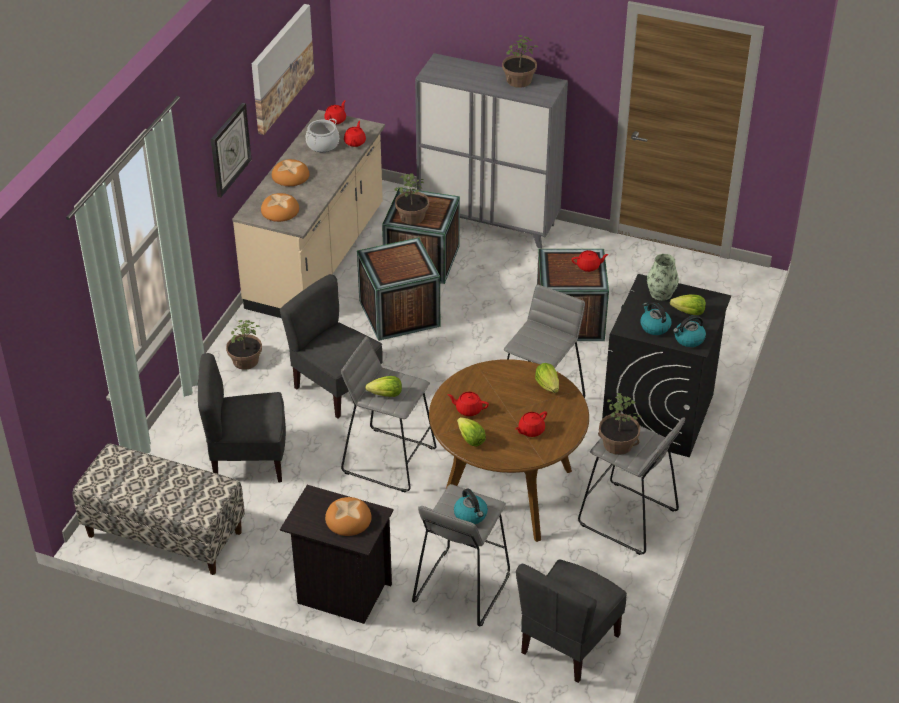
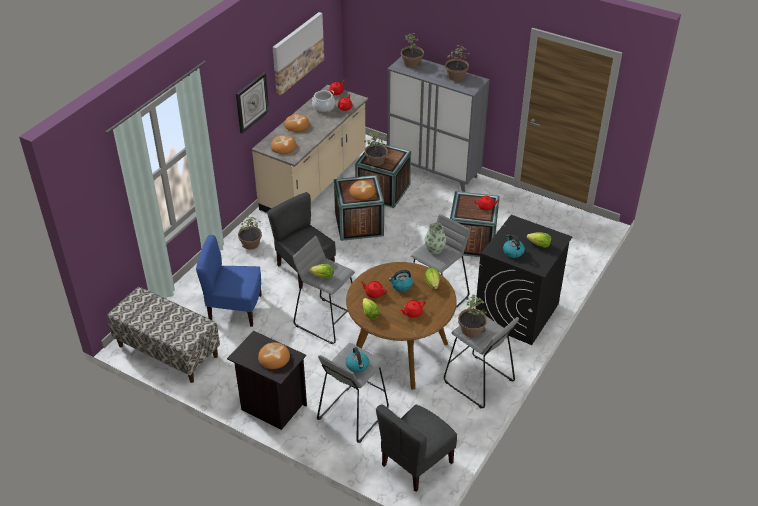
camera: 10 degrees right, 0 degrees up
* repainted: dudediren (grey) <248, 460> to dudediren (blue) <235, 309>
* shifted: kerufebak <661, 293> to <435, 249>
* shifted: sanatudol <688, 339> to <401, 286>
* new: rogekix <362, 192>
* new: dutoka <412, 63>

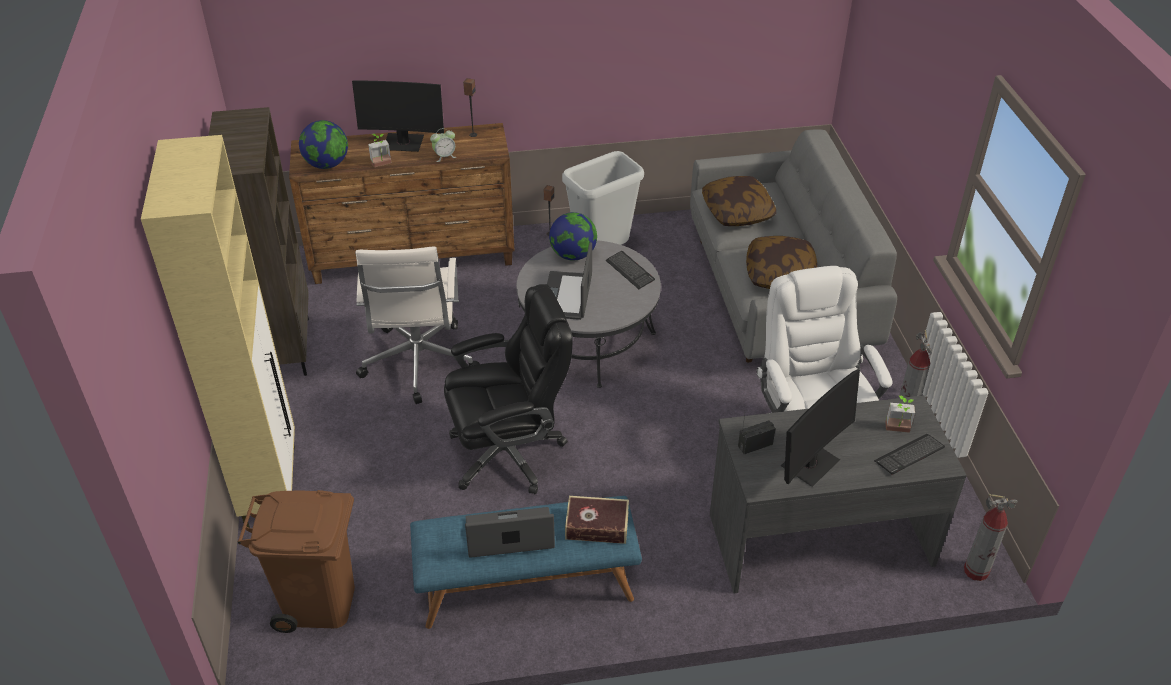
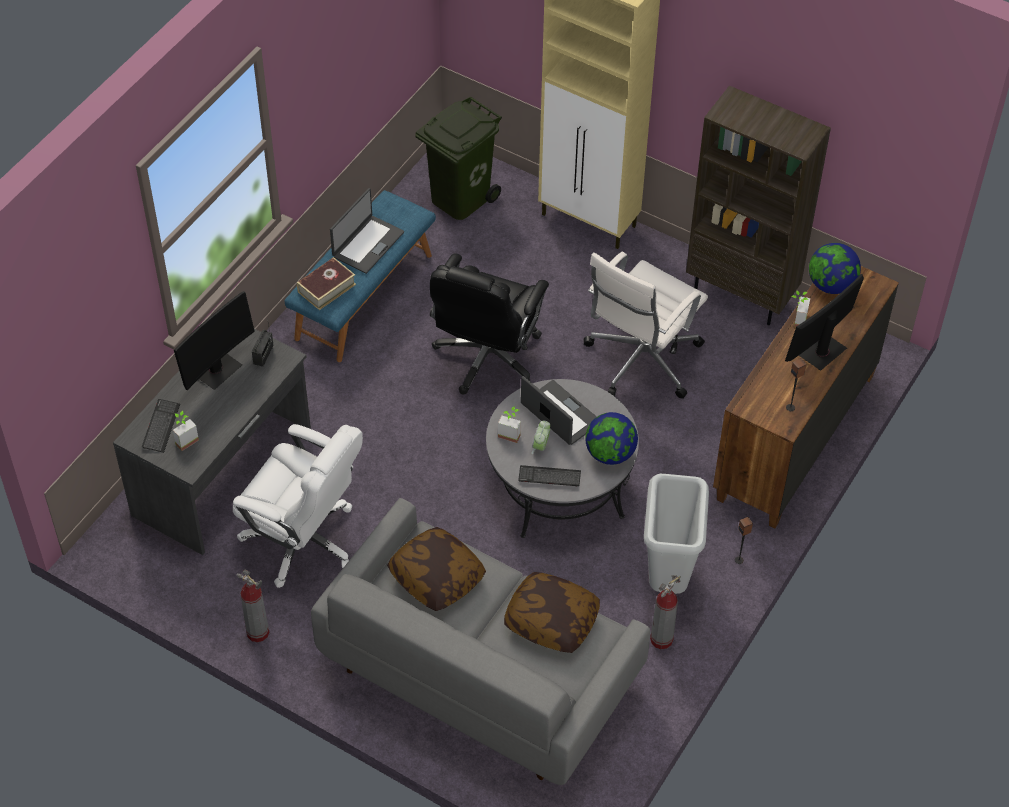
camera: 130 degrees right, 10 degrees up
* repainted: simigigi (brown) <319, 604> to simigigi (green) <459, 198>
* rotated: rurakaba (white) <418, 364> = <640, 361> 90 degrees counterclockwise
* shifted: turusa <444, 156> to <540, 446>
* rotated: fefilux <810, 464> = <217, 370> 135 degrees counterclockwise
* shifted: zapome <976, 571> to <661, 639>
* new: dutoka <510, 433>

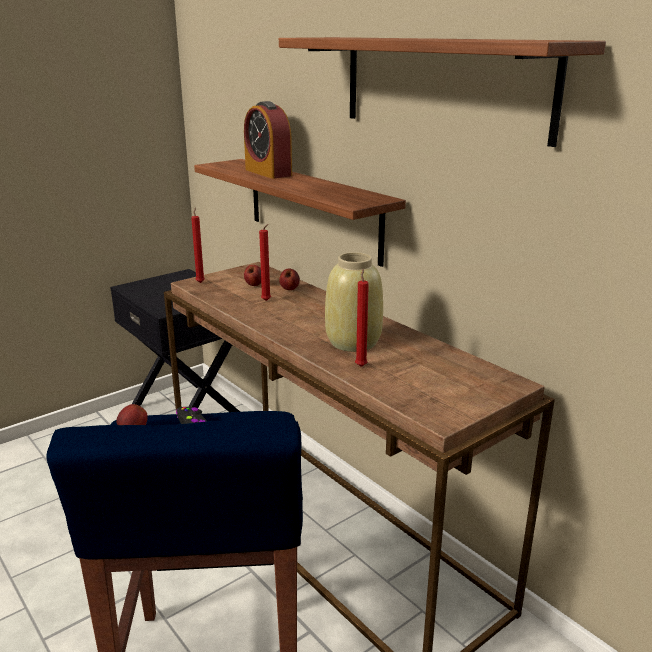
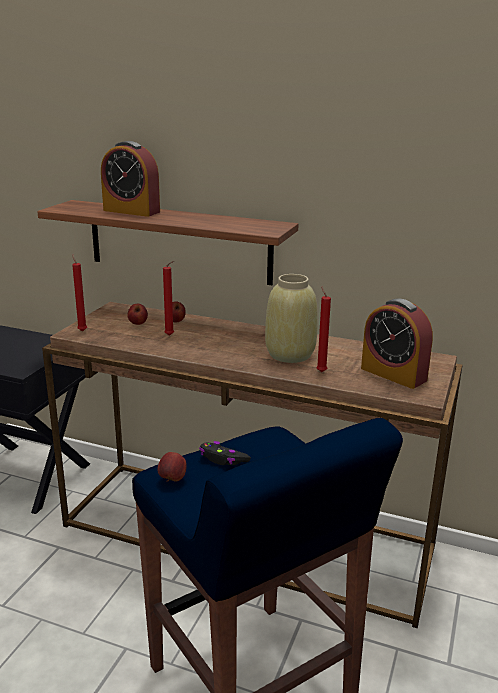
camera: 30 degrees left, 0 degrees up
* gone: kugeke <442, 85>
* new: turusa <393, 374>

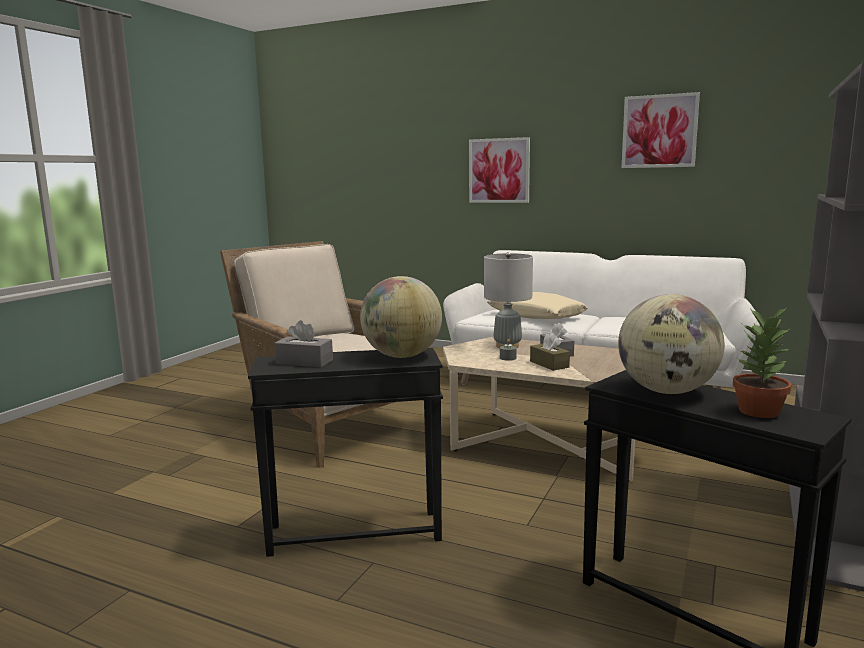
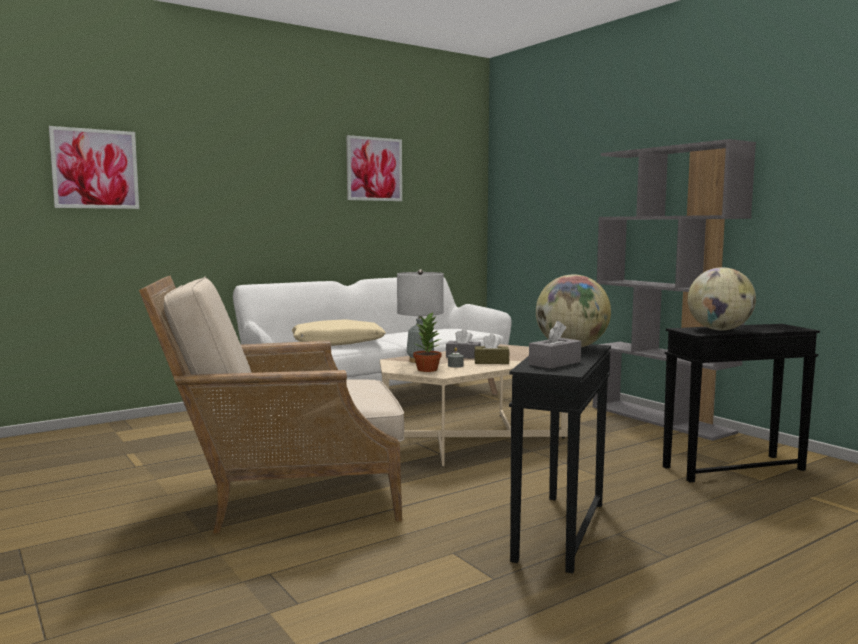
camera: 60 degrees left, 5 degrees down
* shifted: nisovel <499, 170> to <95, 169>
* shifted: dutoka <759, 411> to <428, 370>

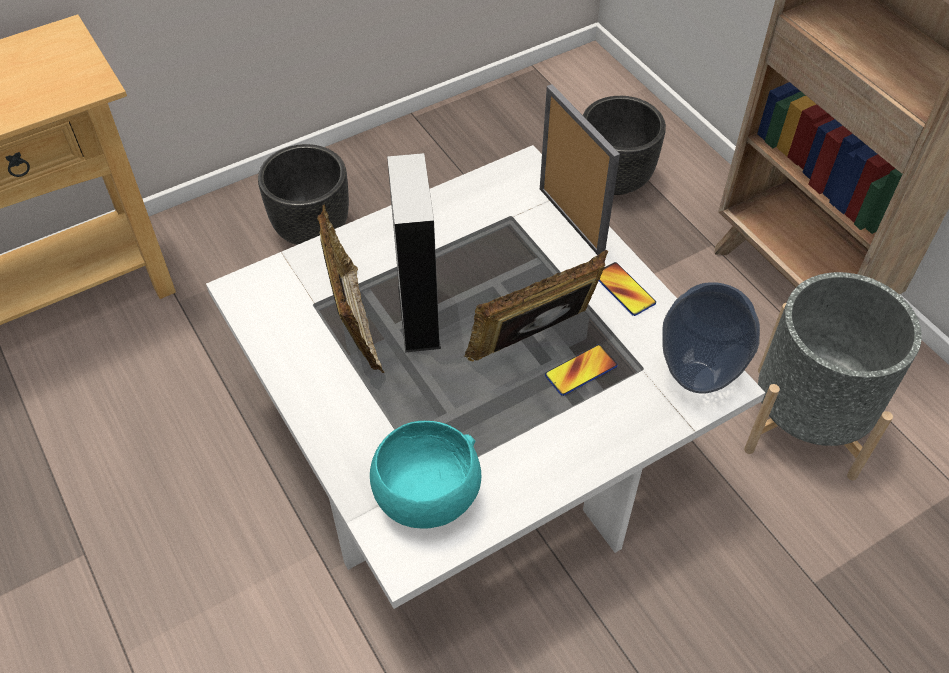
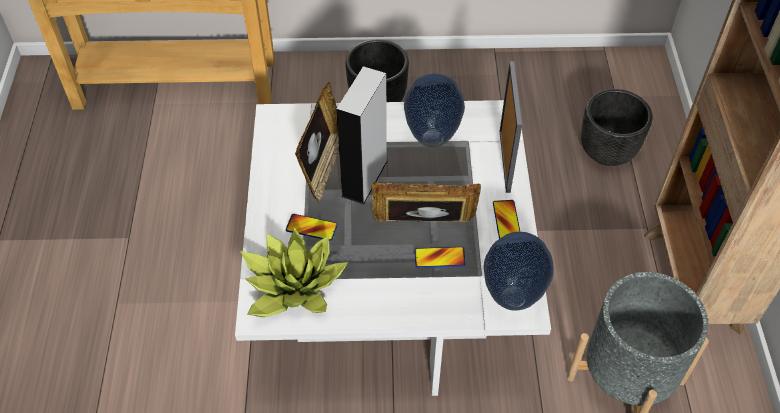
camera: 30 degrees right, 0 degrees up
* swapped: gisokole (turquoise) <425, 498> to dutoka <292, 287>
* new: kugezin <311, 228>
* new: kerufebak <433, 138>

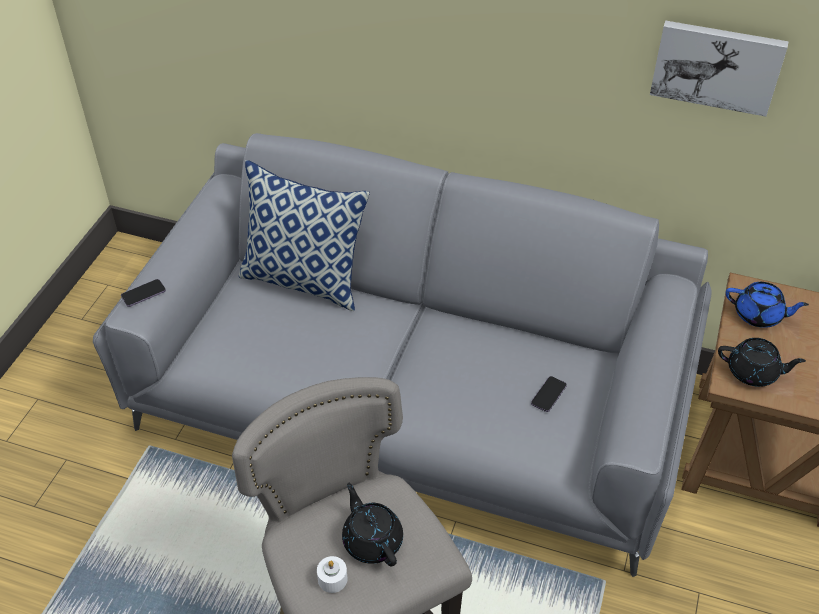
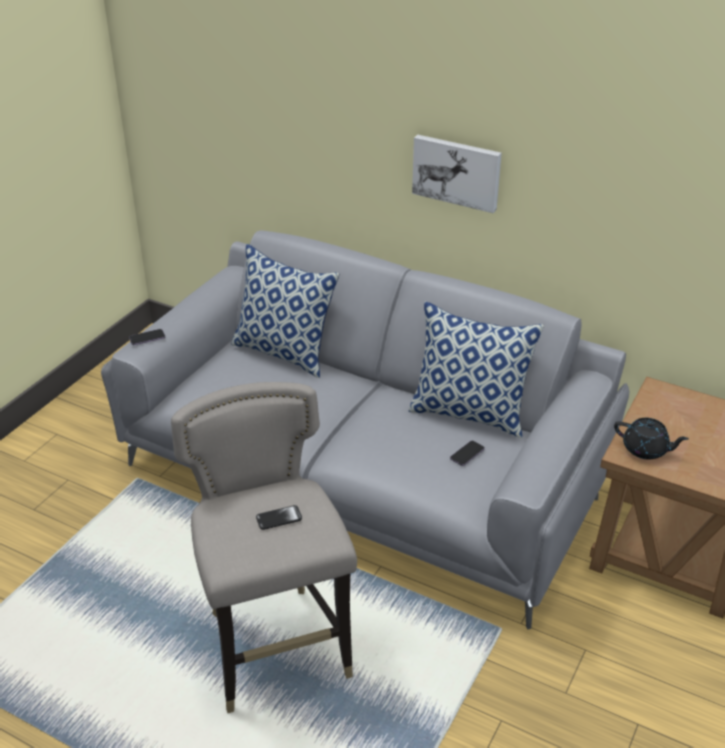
camera: 10 degrees right, 10 degrees down
* gone: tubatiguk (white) <332, 579>
* swapped: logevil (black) <372, 540> to kugezin <279, 518>
* shifted: nisovel <717, 66> to <457, 172>
* gone: logevil (blue) <759, 315>
* new: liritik <470, 413>

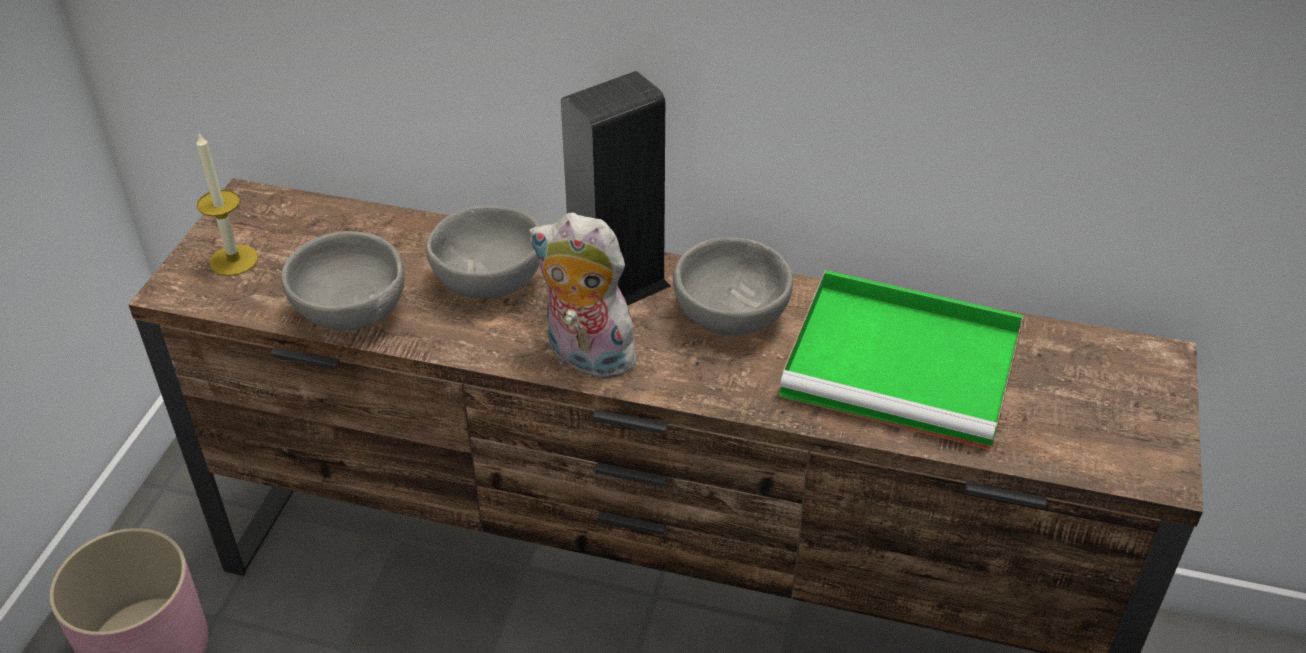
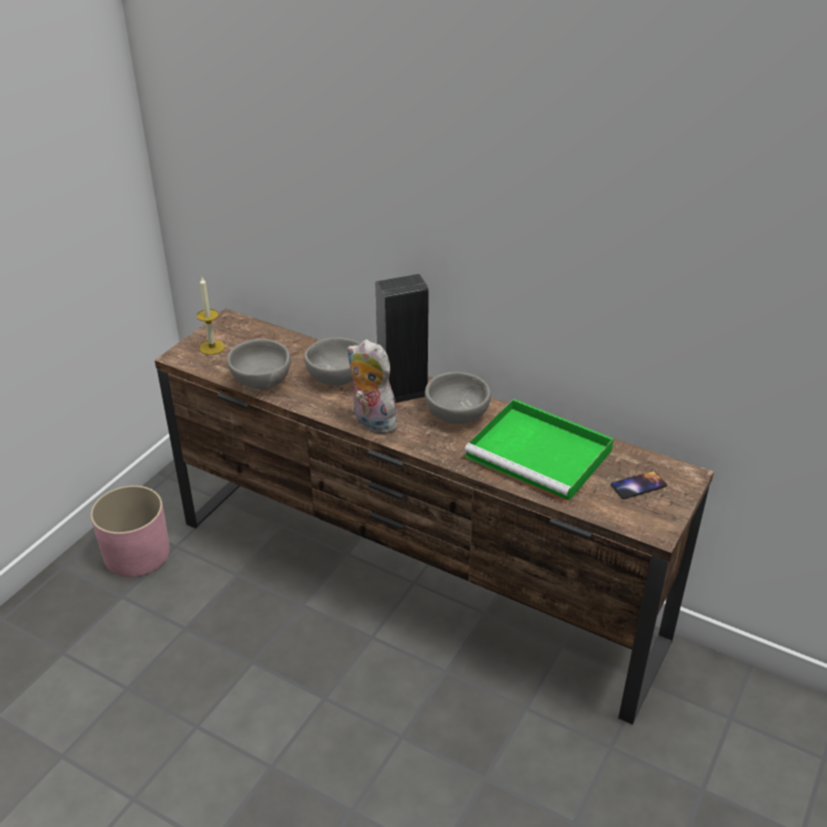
camera: 15 degrees right, 5 degrees down
* new: kugezin <638, 485>

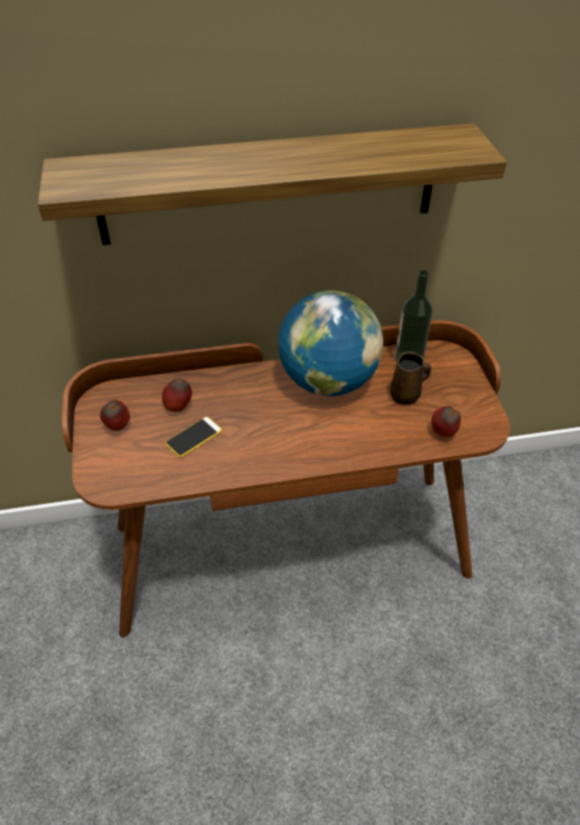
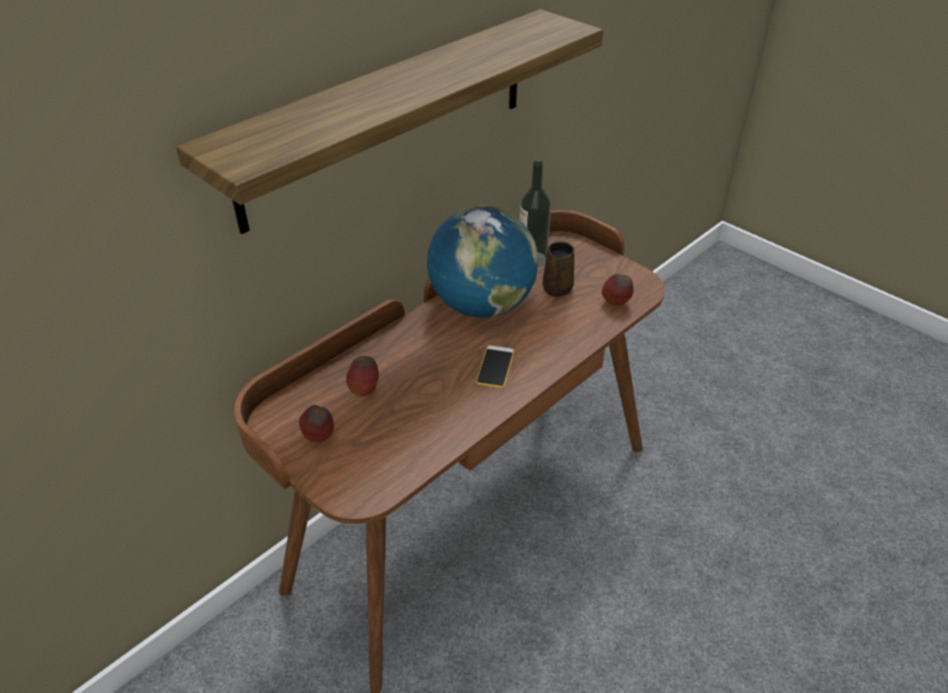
camera: 35 degrees left, 5 degrees down
* shifted: kugezin <193, 437> to <495, 367>

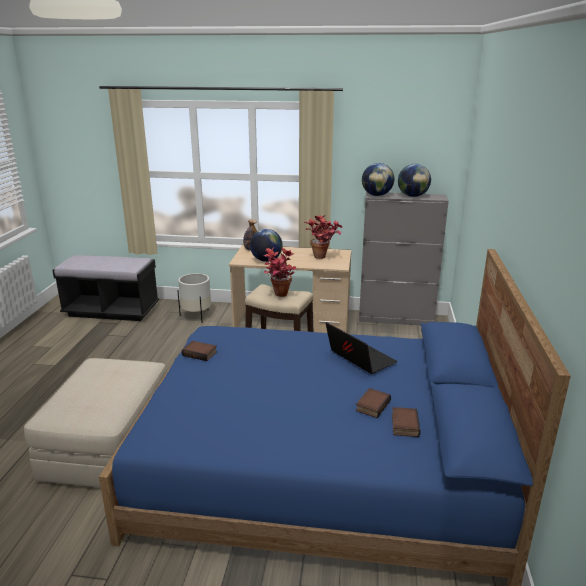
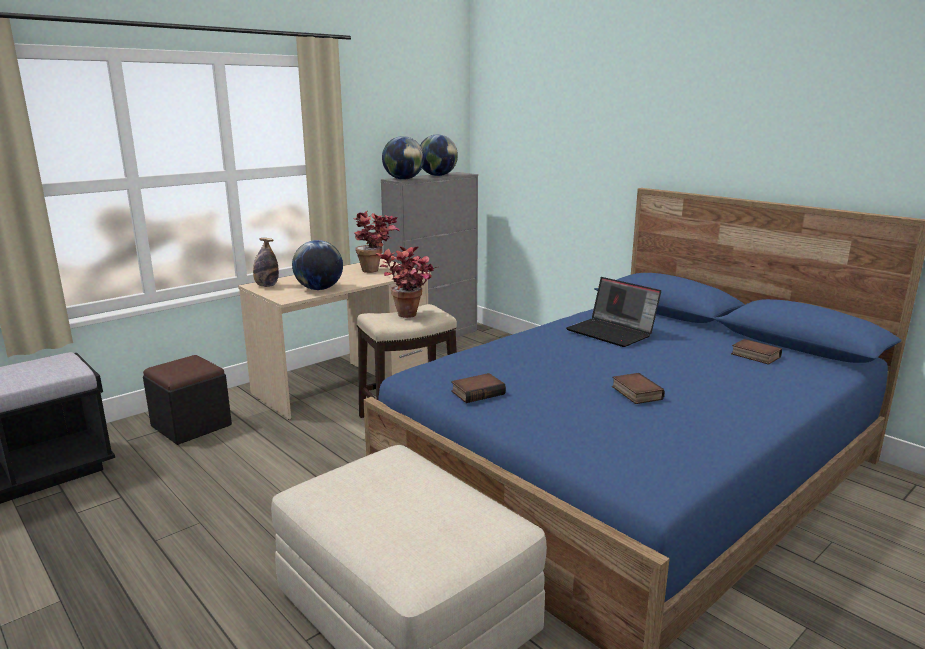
camera: 50 degrees left, 5 degrees down
* swapped: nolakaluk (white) <196, 316> to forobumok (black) <191, 425>
* rotated: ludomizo <359, 359> = <612, 332> 135 degrees counterclockwise
* shifted: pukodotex <372, 405> to <635, 393>

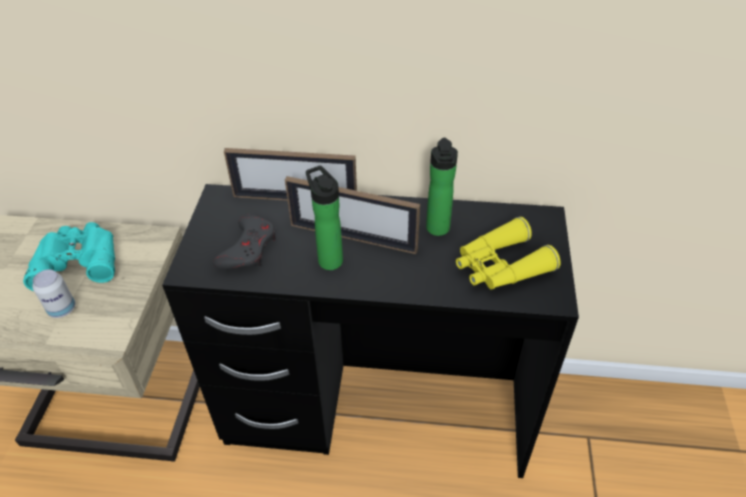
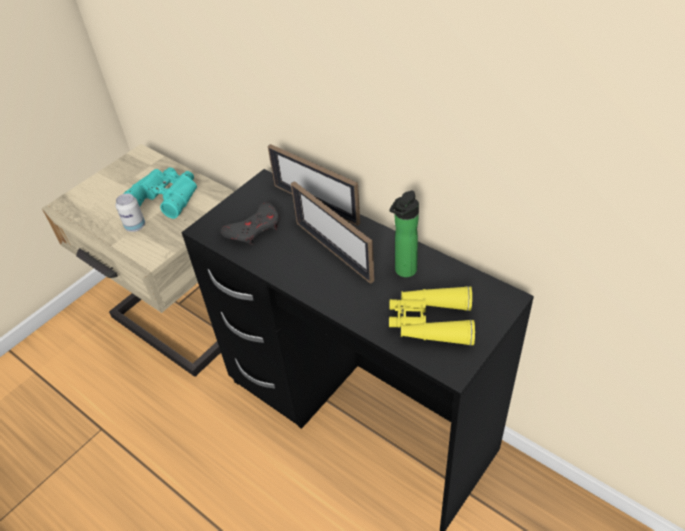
camera: 35 degrees right, 0 degrees up
* gone: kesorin <328, 258>

